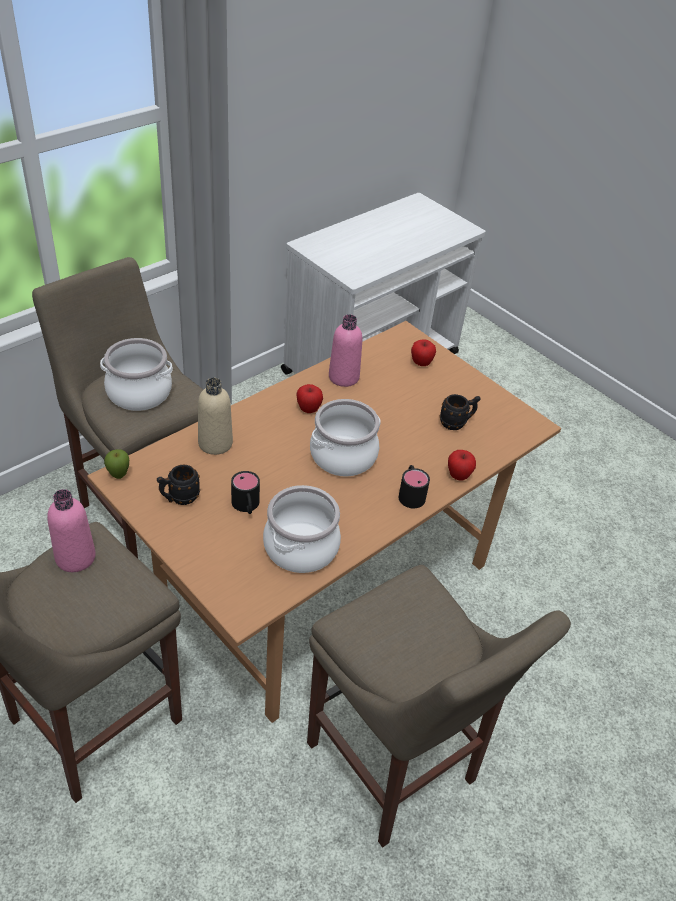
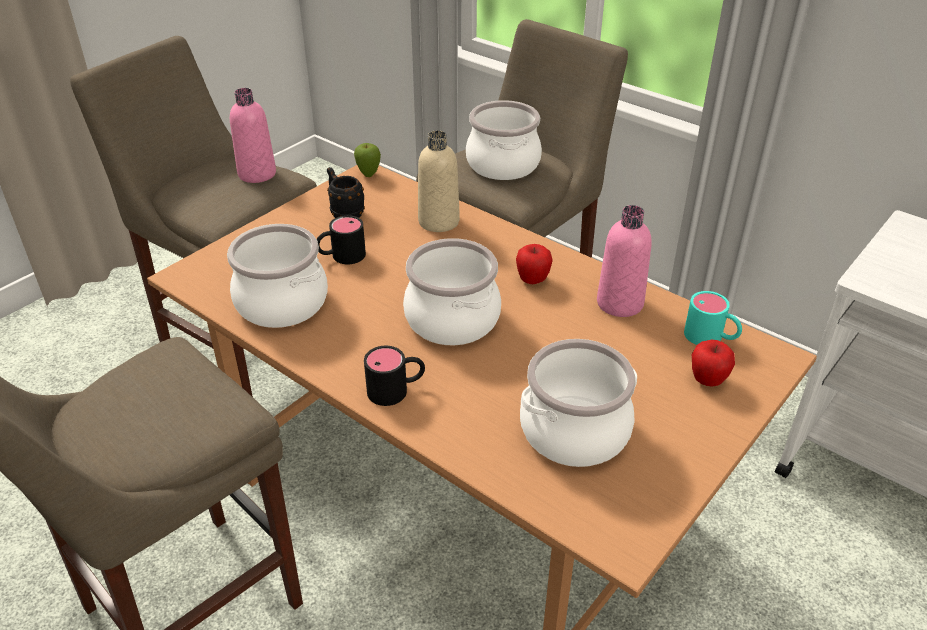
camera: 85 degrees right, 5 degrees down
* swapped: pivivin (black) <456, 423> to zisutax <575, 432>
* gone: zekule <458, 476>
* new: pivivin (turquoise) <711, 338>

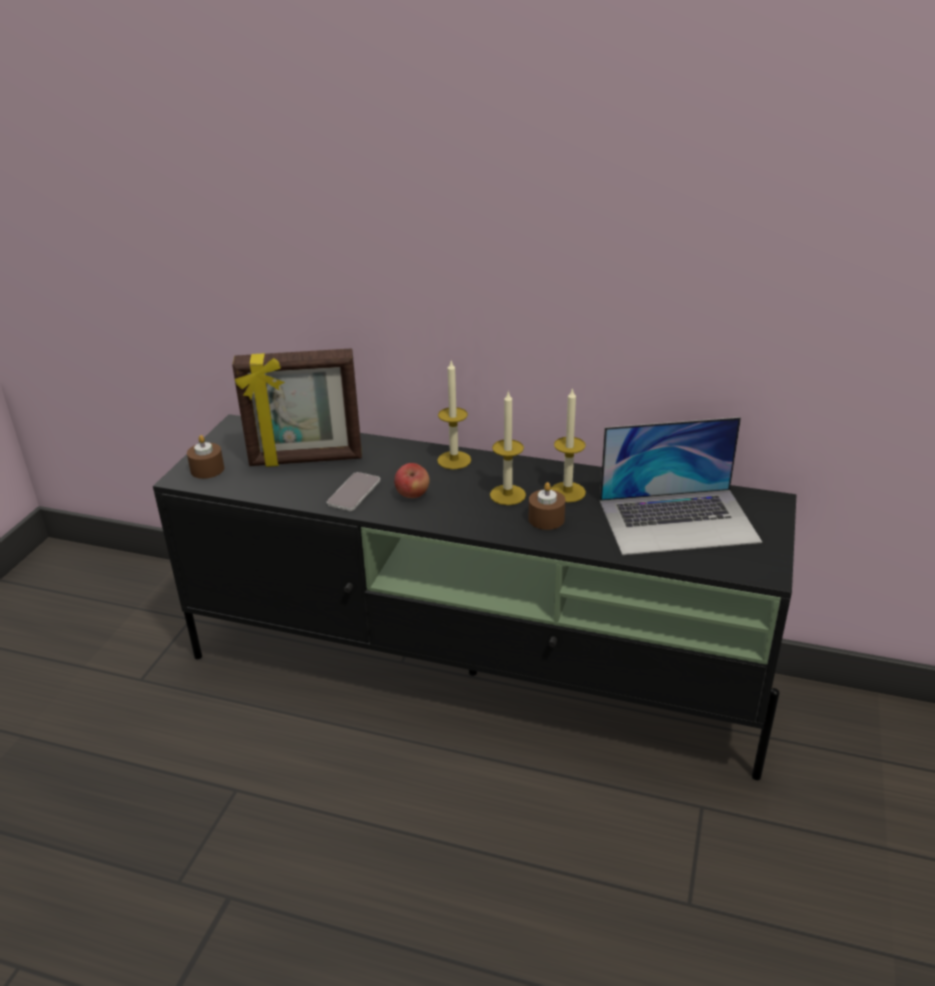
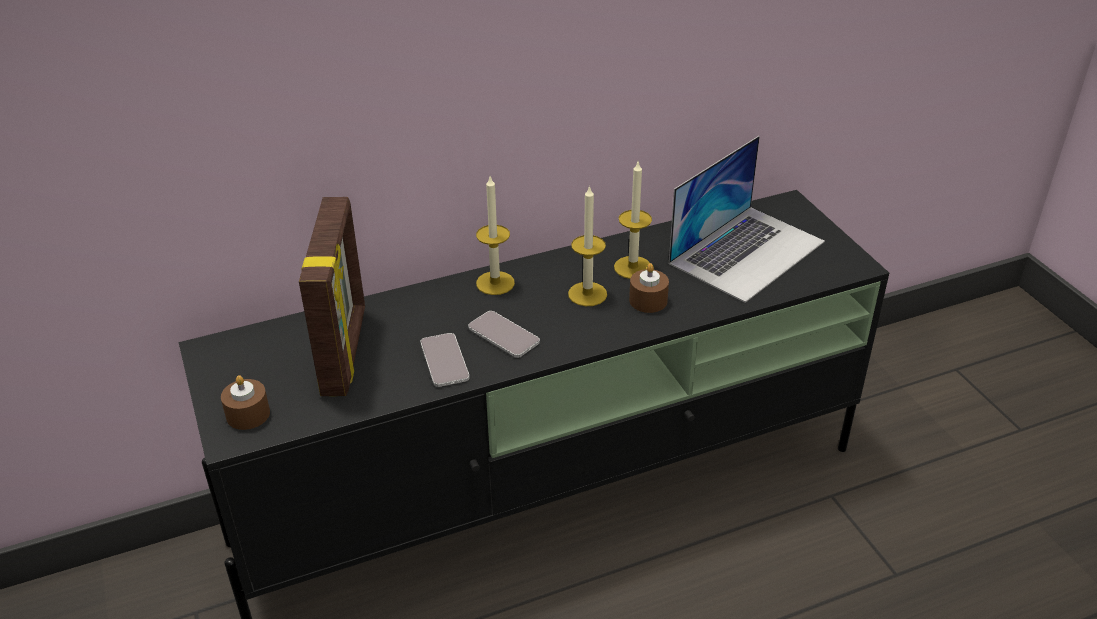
camera: 40 degrees left, 5 degrees up
* rotated: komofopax <306, 460> = <346, 351> 45 degrees counterclockwise
* swapped: zekule <412, 495> to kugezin <503, 335>

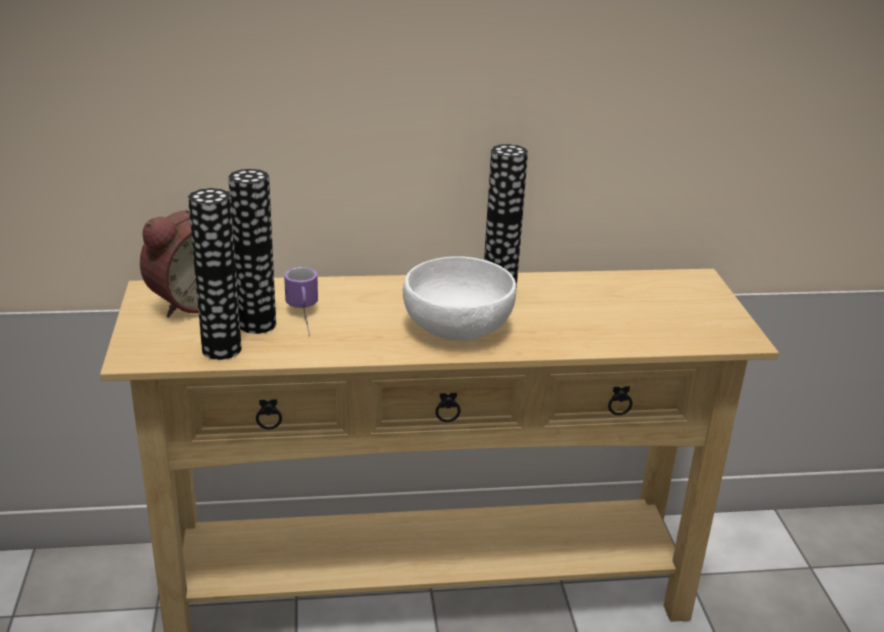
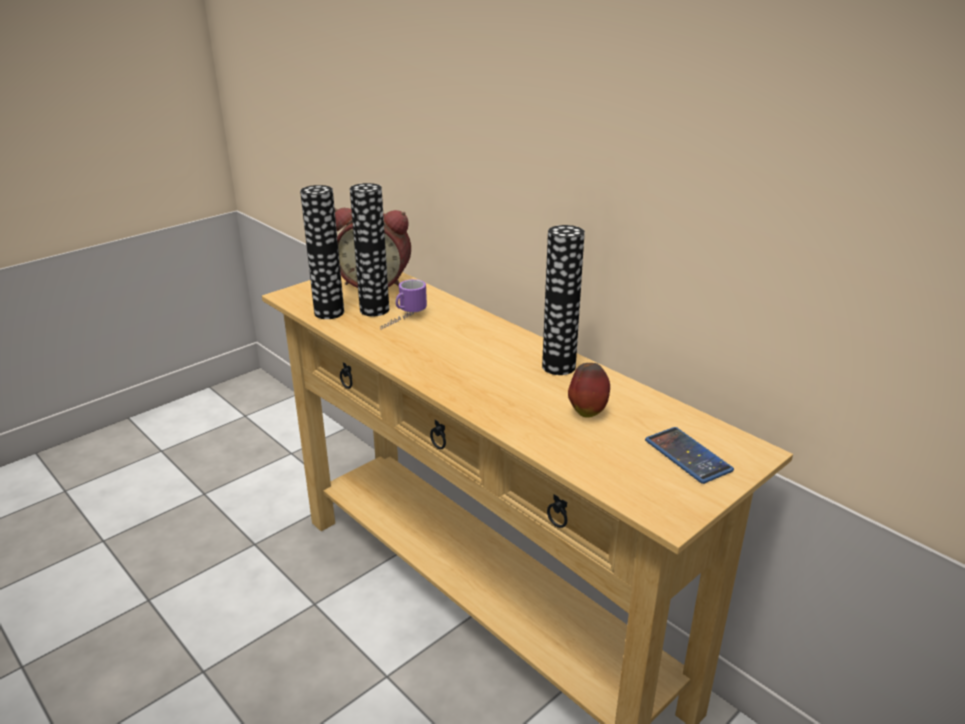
camera: 55 degrees right, 0 degrees up
* gone: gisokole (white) <458, 325>
* new: zekule <587, 411>
* new: kugezin <687, 456>

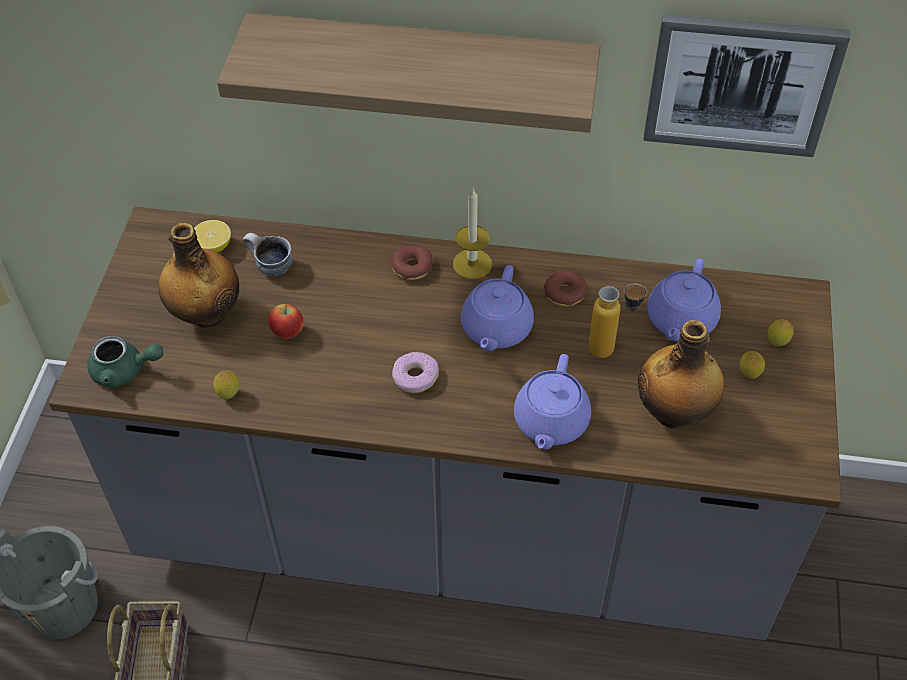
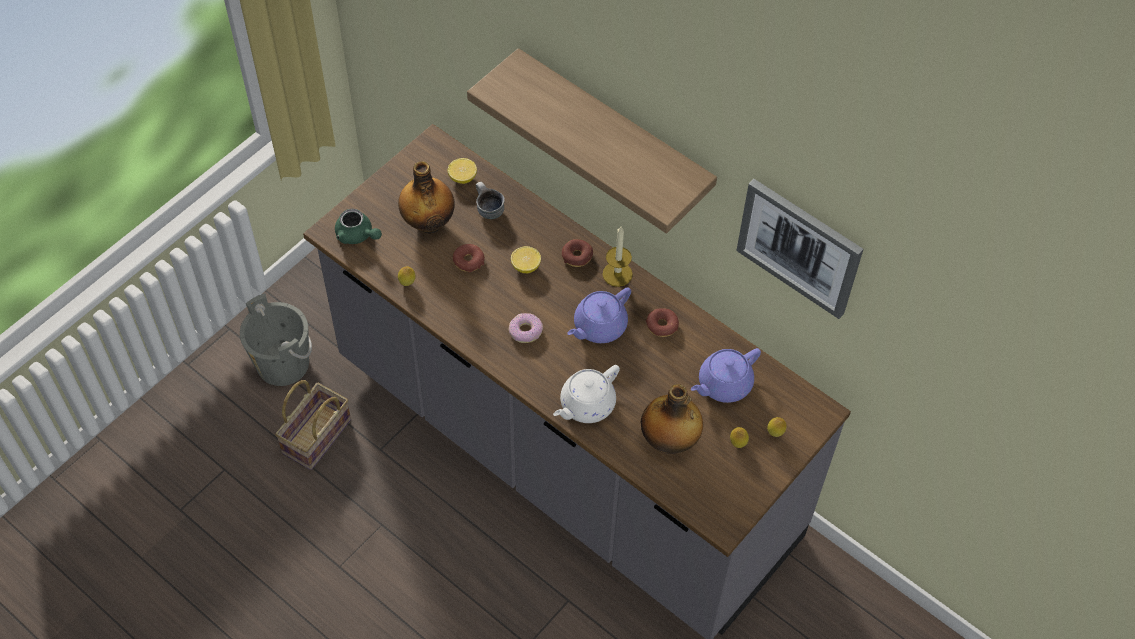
camera: 30 degrees right, 5 degrees up
* swapped: zekule <287, 333> to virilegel <468, 261>
* repainted: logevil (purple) <550, 423> to logevil (white) <586, 405>
* gone: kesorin <611, 350>
* new: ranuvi <526, 266>

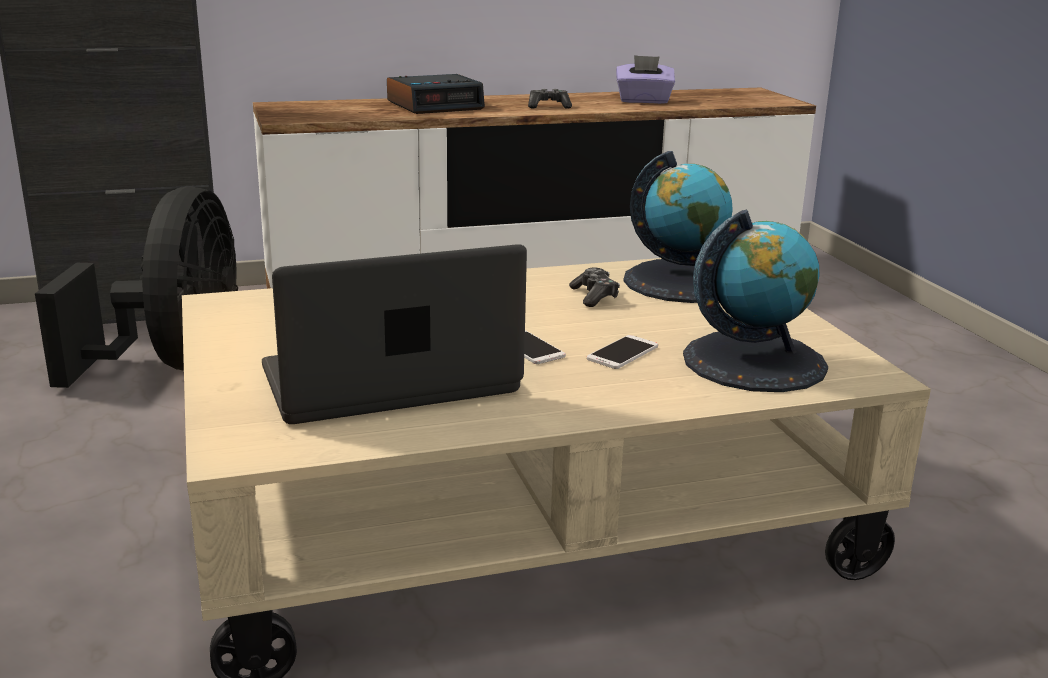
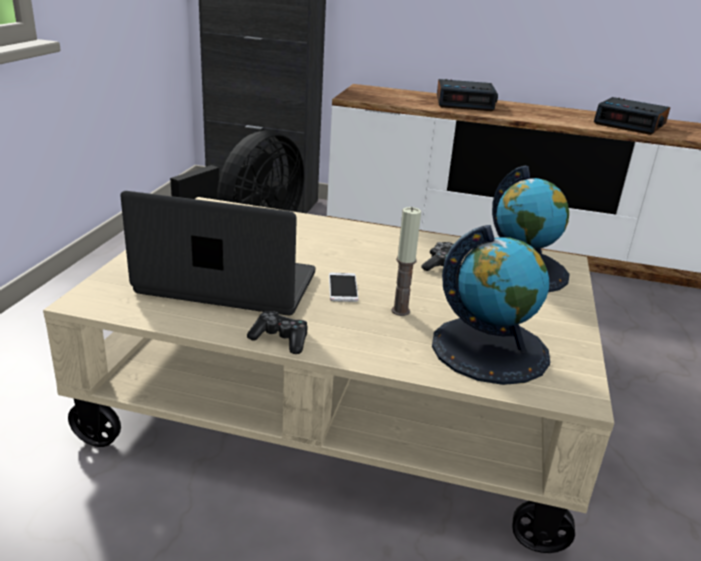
camera: 30 degrees right, 5 degrees up
* shifted: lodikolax <548, 106> to <280, 339>
* swapped: kugezin <622, 353> to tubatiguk <400, 311>
* swapped: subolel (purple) <643, 101> to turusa <630, 124>

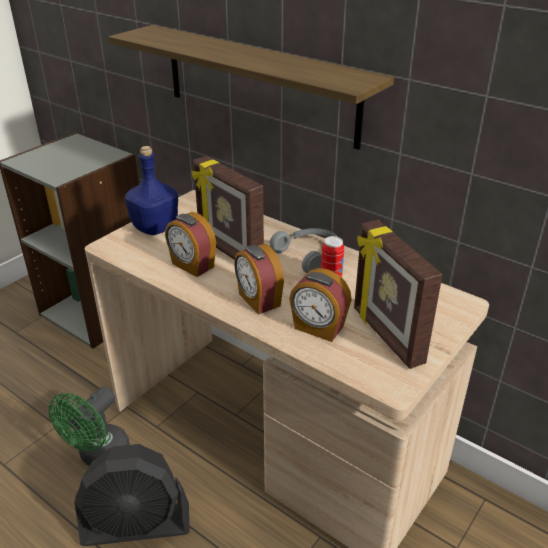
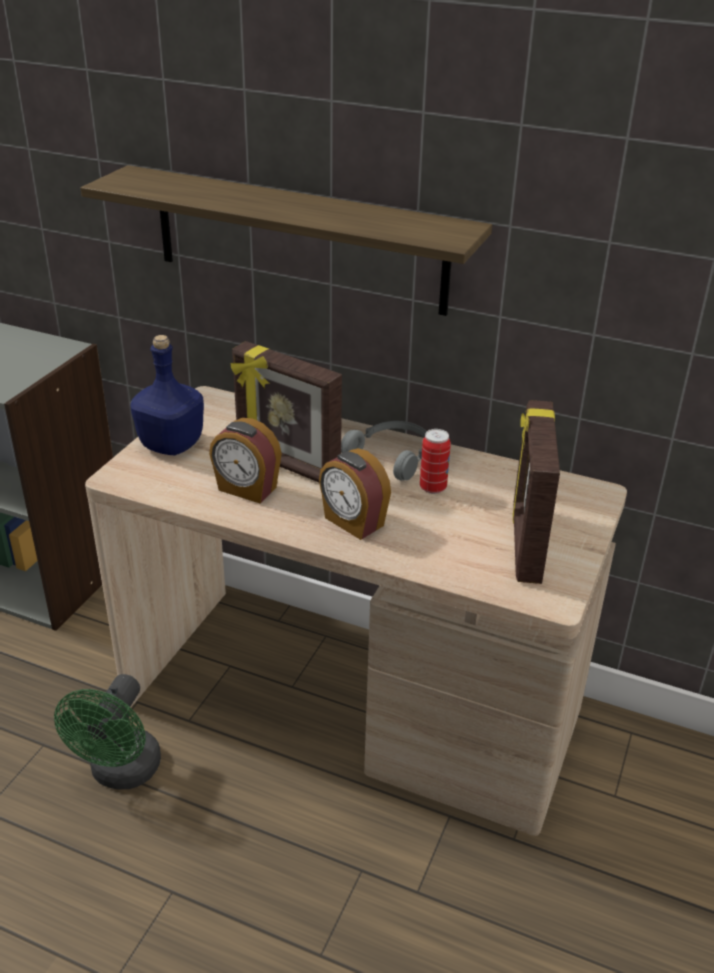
camera: 15 degrees left, 0 degrees up
* gone: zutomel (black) <137, 525>
* gone: turusa <318, 328>
* rotated: komofopax <386, 336> = <524, 544> 45 degrees clockwise

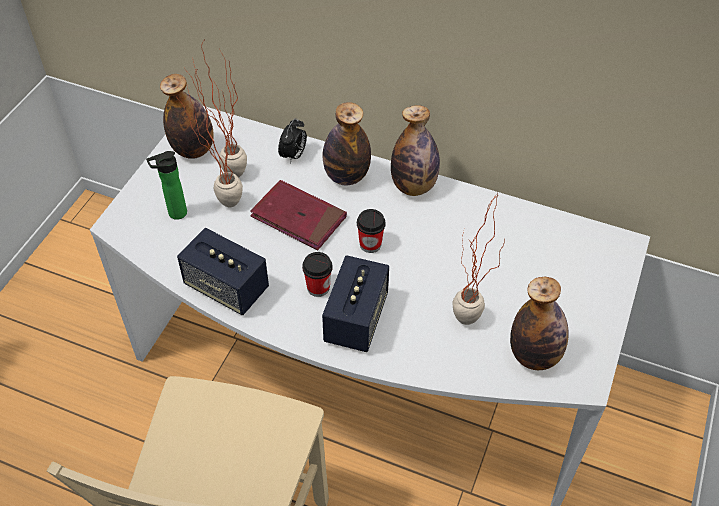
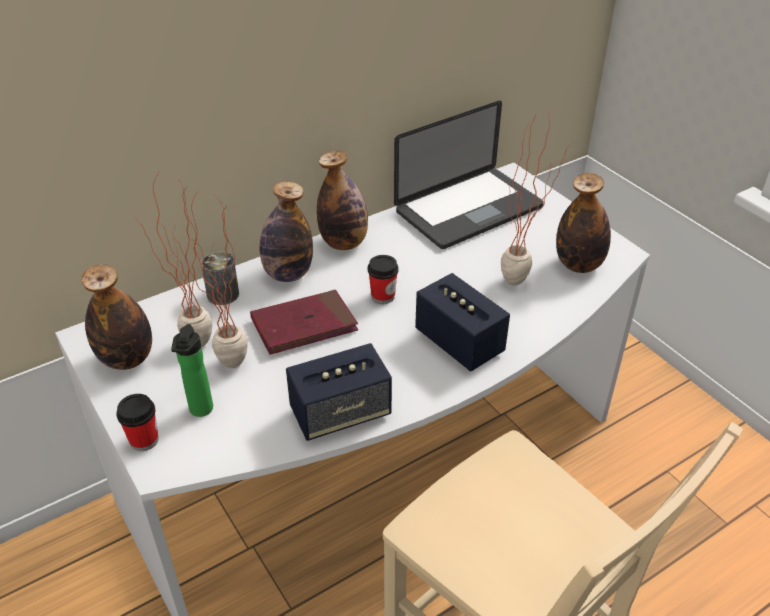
camera: 55 degrees left, 10 degrees down
* swapped: turusa <293, 156> to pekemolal <223, 294>
* shifted: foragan <318, 287> to <144, 440>
* new: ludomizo <468, 210>

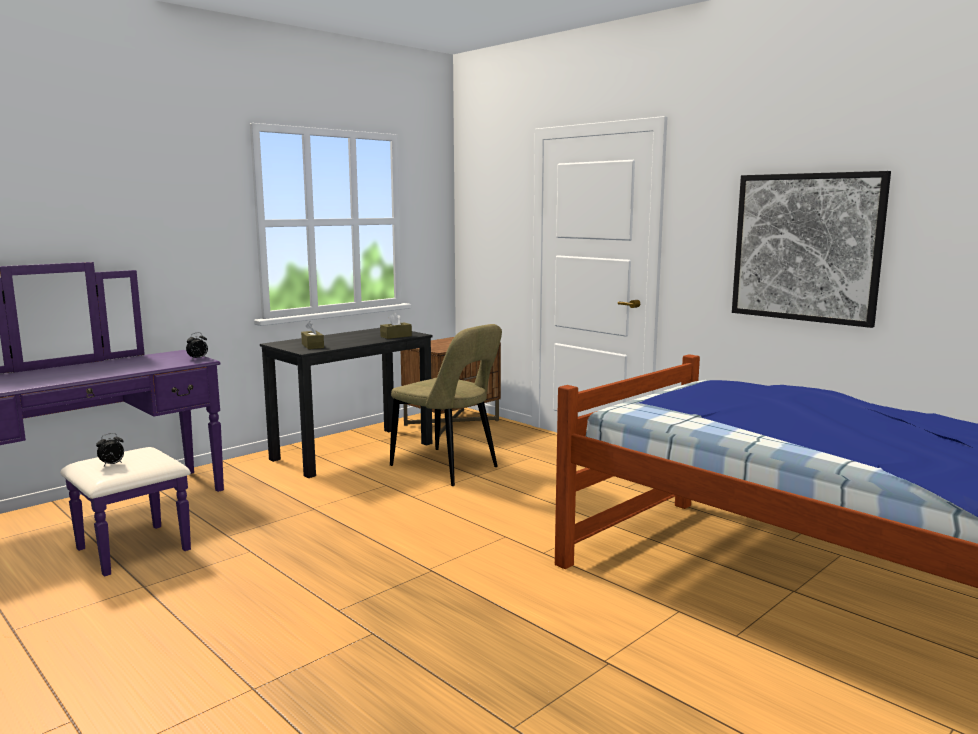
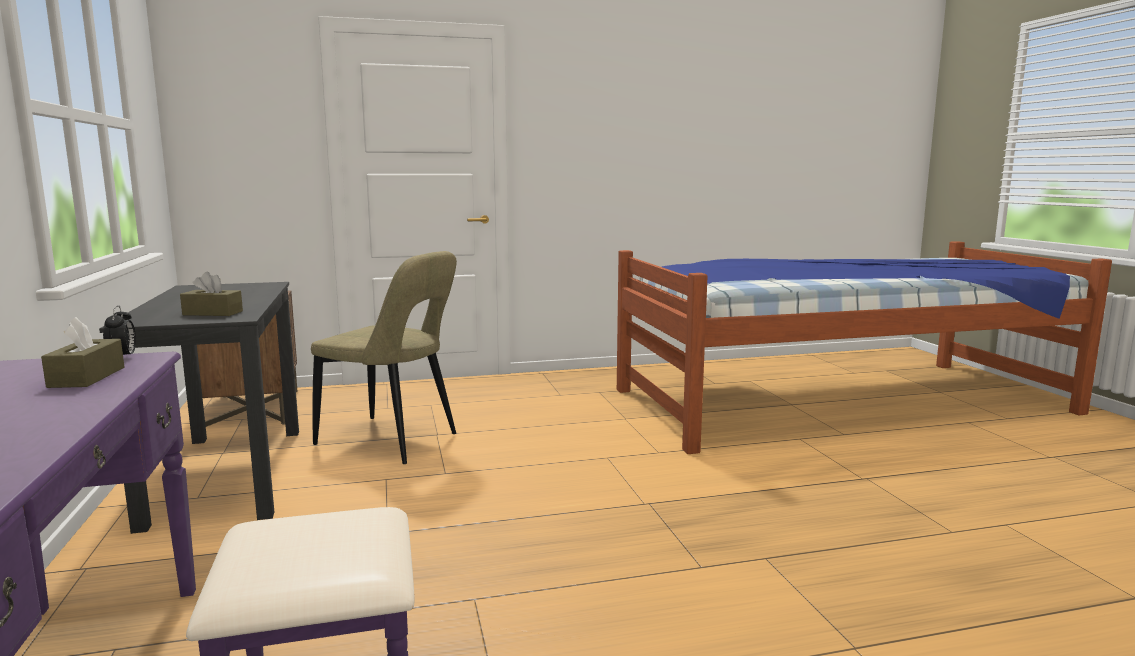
camera: 60 degrees left, 0 degrees up
* gone: turusa <112, 465>
* shifted: subolel (brown) <396, 336> to <87, 377>
* rotated: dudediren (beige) <448, 468> = <392, 441> 45 degrees clockwise
* gone: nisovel <806, 247>

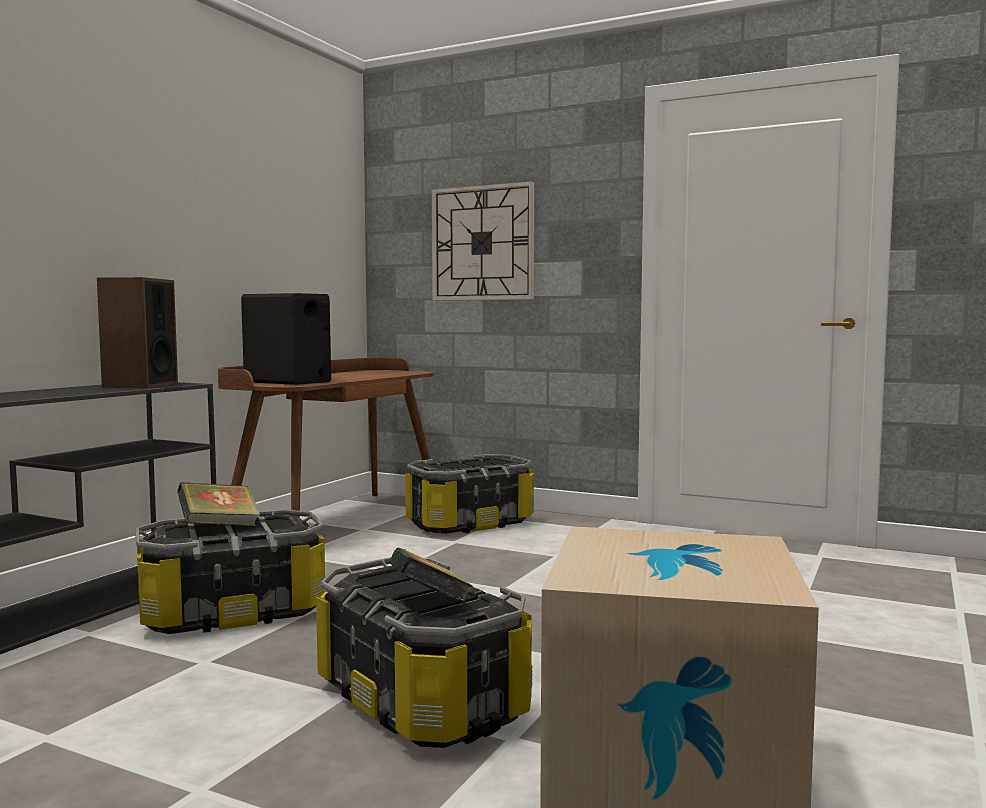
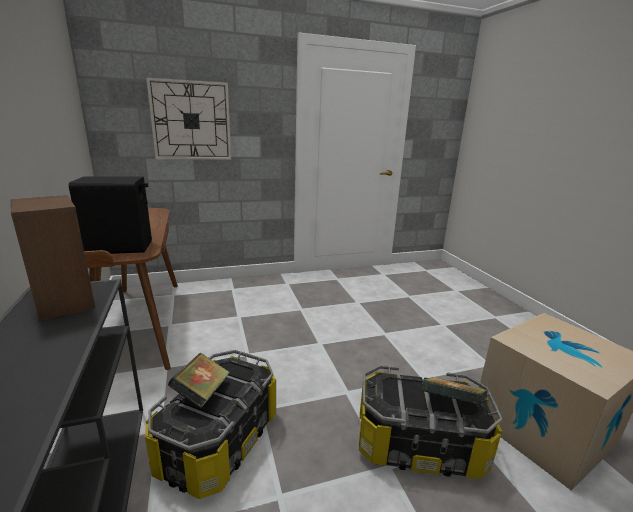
camera: 45 degrees left, 15 degrees up
* gone: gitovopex <470, 523>

